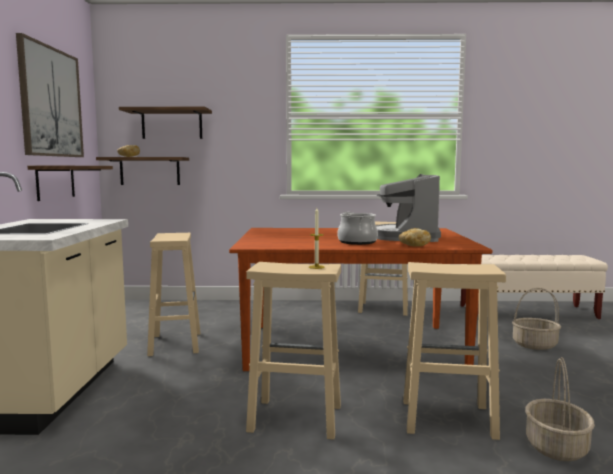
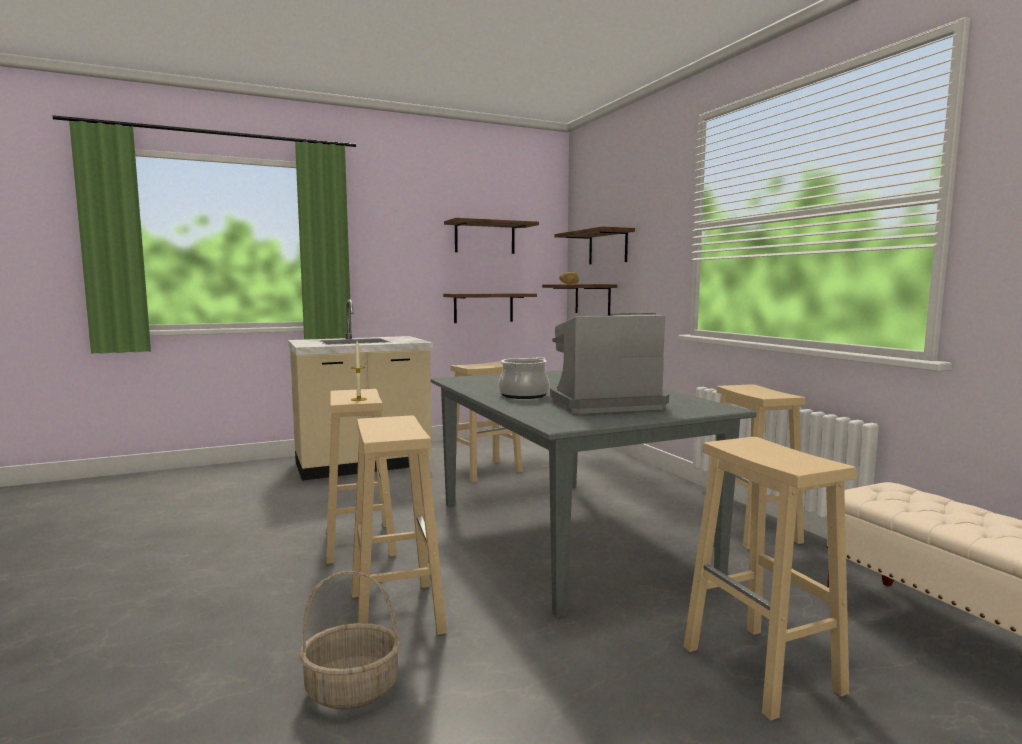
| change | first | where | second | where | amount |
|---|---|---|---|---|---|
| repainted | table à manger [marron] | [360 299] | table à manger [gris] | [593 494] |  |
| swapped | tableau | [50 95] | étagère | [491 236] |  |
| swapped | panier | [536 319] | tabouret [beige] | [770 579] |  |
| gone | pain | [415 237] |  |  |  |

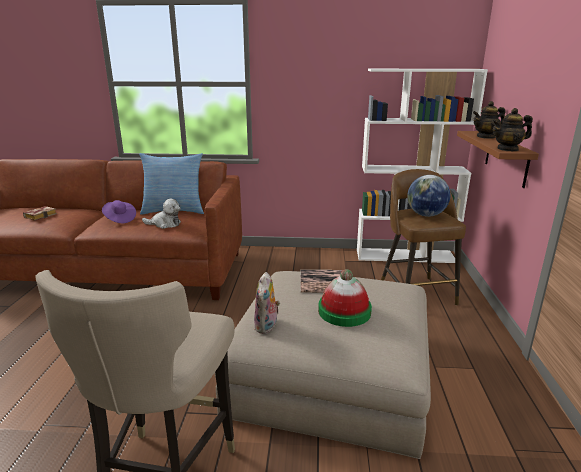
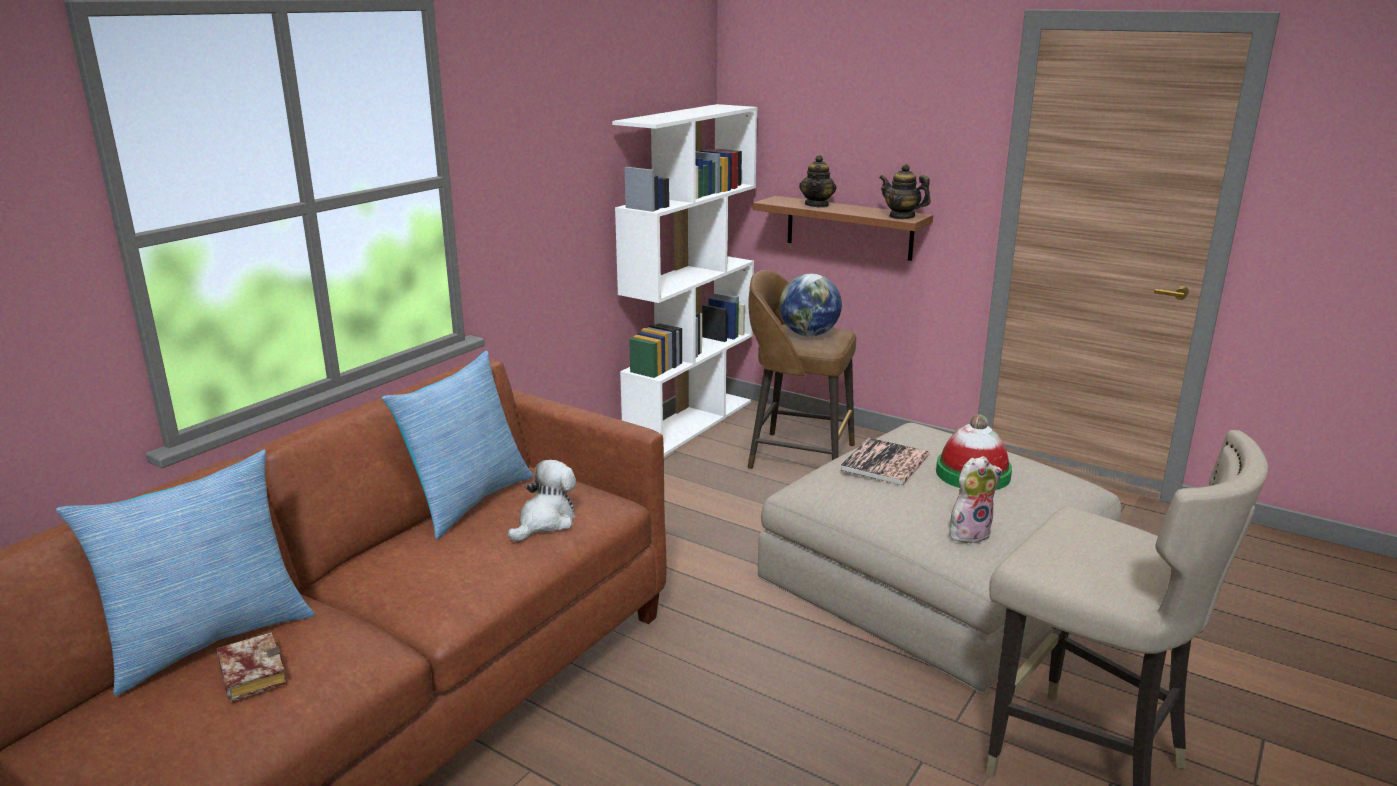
| change | first | where | second | where | amount |
|---|---|---|---|---|---|
| new |  |  | coussin | [185 573] |  |
| rotated | théière | [512 129] |  | [905 191] | 105 degrees clockwise |
| rotated | peluche | [267 303] |  | [975 500] | 60 degrees counterclockwise |
| gone | chapeau [violet] | [119 211] |  |  |  |

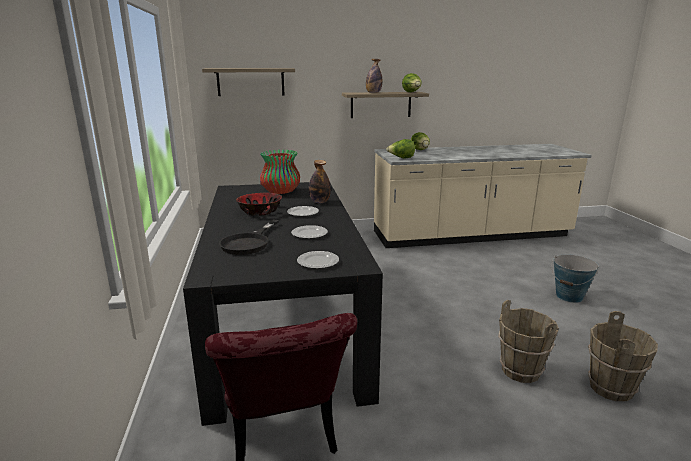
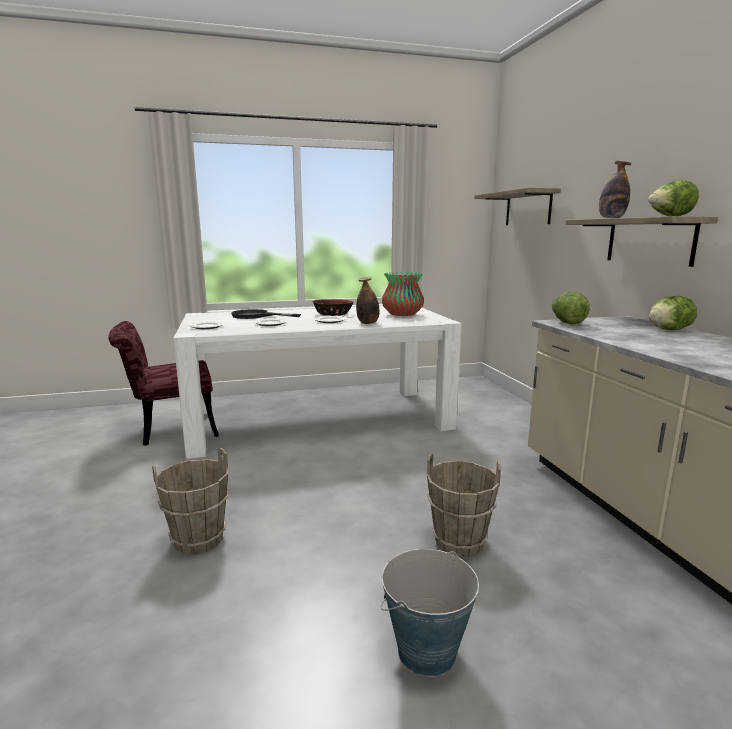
| change | first | where | second | where | amount |
|---|---|---|---|---|---|
| repainted | table à manger [noir] | [283 304] | table à manger [blanc] | [317 382] |  |
| shifted | seau [marron] | [623 356] |  | [464 505] |  |

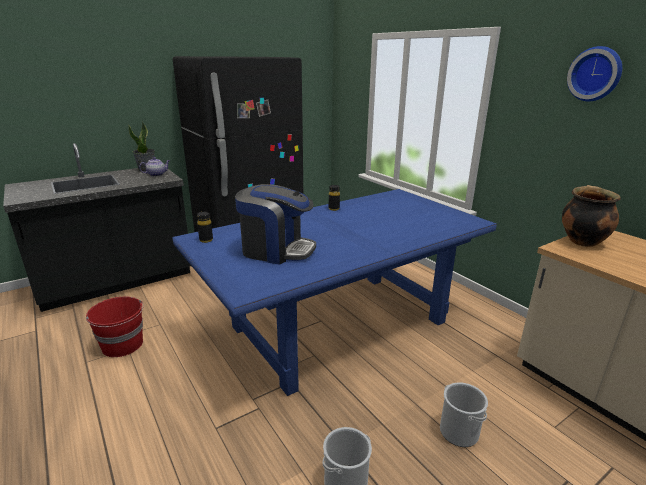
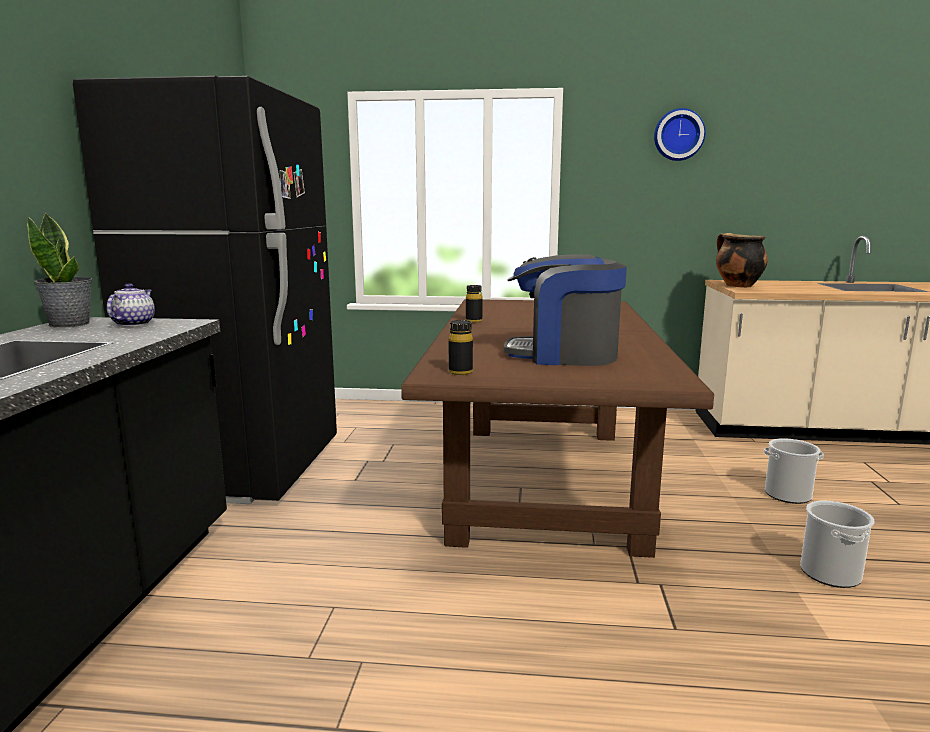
| change | first | where | second | where | amount |
|---|---|---|---|---|---|
| repainted | table à manger [bleu] | [335 292] | table à manger [marron] | [557 428] |  |
| rotated | machine à café | [275 224] |  | [565 310] | 135 degrees counterclockwise |
| gone | seau [rouge] | [115 326] |  |  |  |

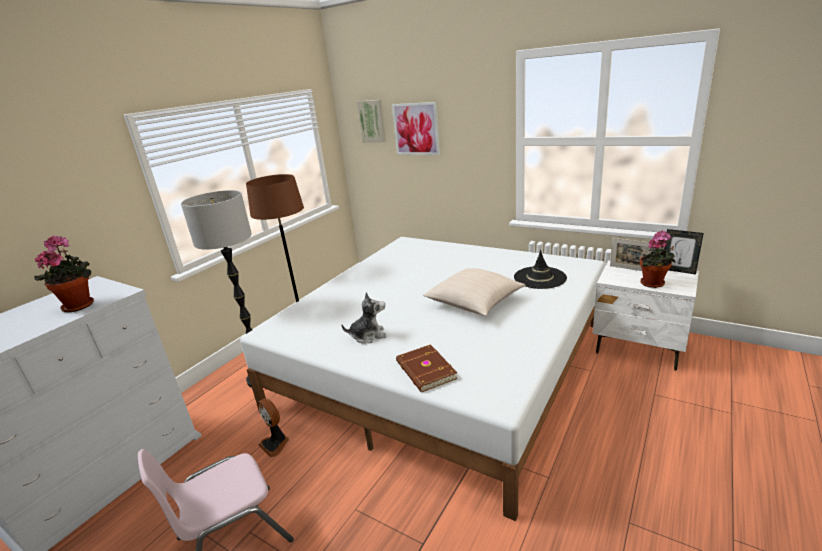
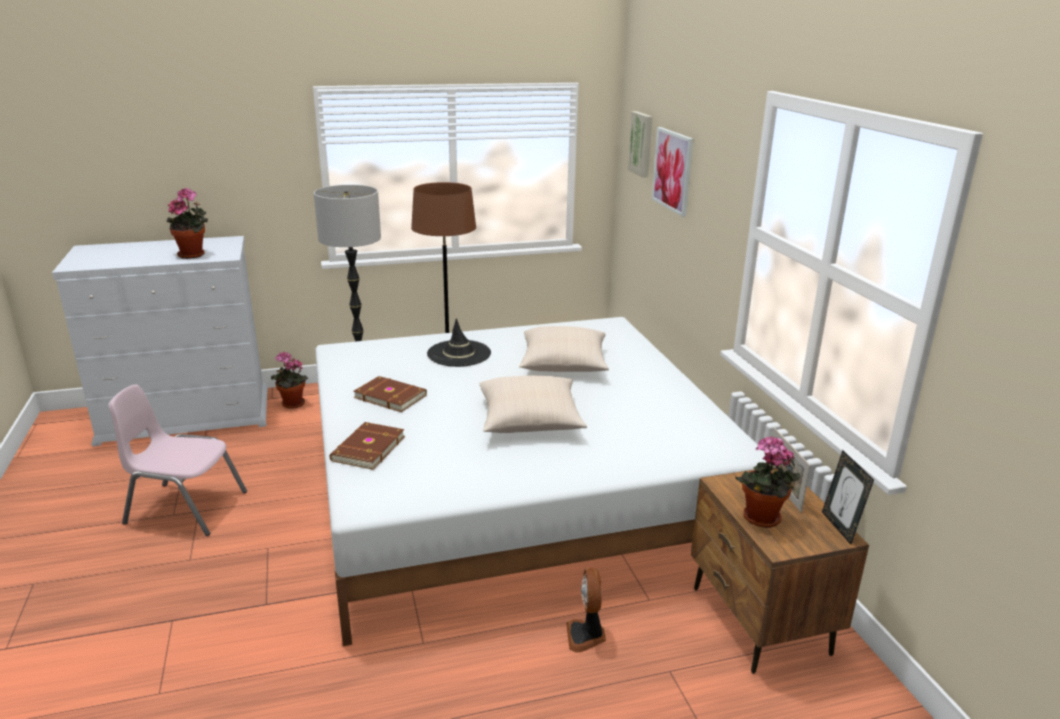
| change | first | where | second | where | amount |
|---|---|---|---|---|---|
| new |  |  | plante en pot | [289 380] |  |
| swapped | peluche | [364 317] | livre [marron] | [390 394] |  |
| shifted | chapeau [noir] | [540 269] |  | [459 342] |  |
| new |  |  | coussin [beige] | [564 349] |  |
| shifted | ventilateur | [273 427] |  | [586 610] |  |
| repainted | table de chevet [blanc] | [646 315] | table de chevet [marron] | [780 572] |  |

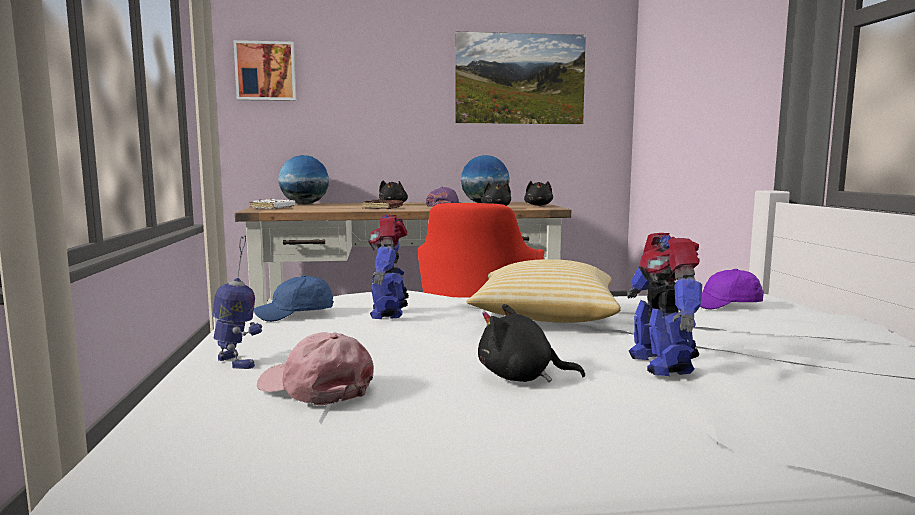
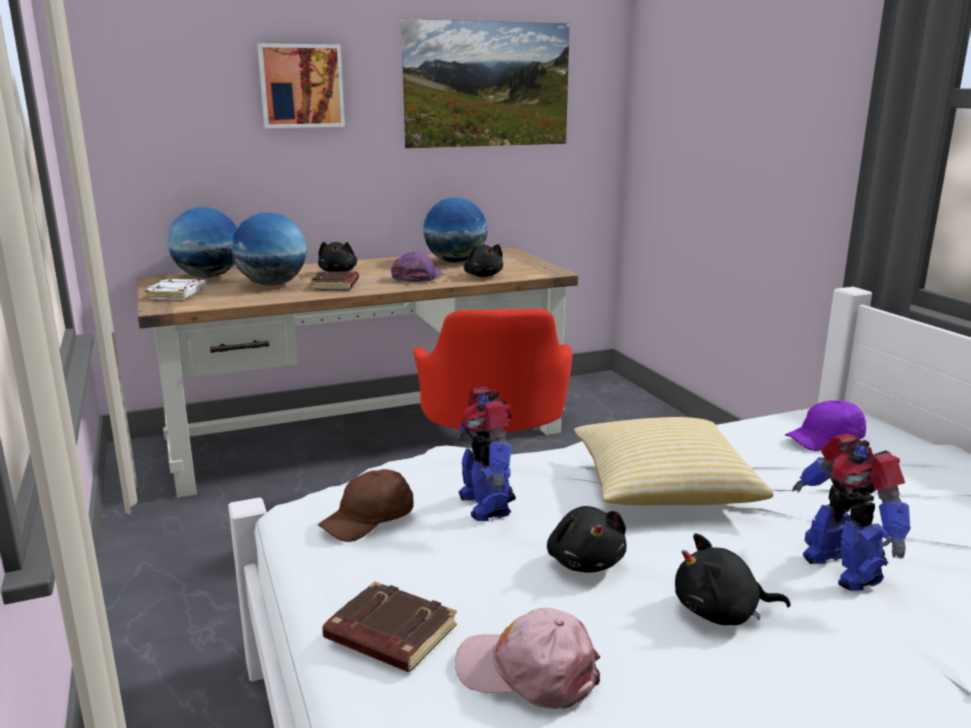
| change | first | where | second | where | amount |
|---|---|---|---|---|---|
| new |  |  | globe | [269 249] |  |
| shifted | tableau | [264 70] |  | [301 85] |  |
| repainted | casquette [bleu] | [294 298] | casquette [marron] | [366 505] |  |
| swapped | robot jouet | [237 302] | livre [marron] | [389 626] |  |
| shifted | peluche [noir] | [538 193] |  | [587 539] |  |

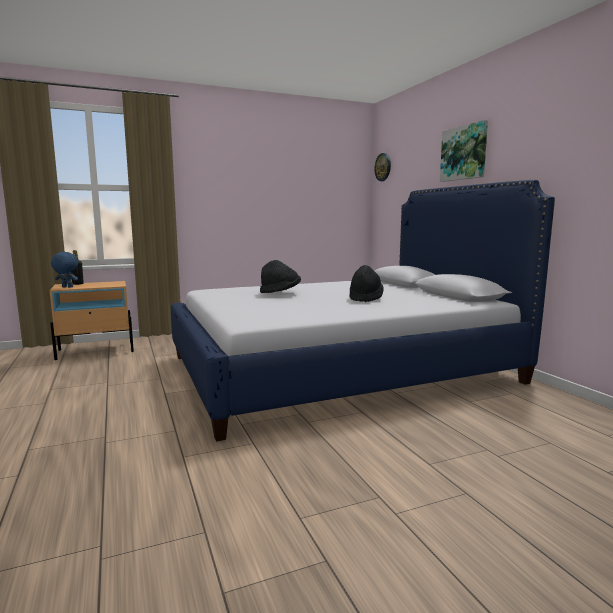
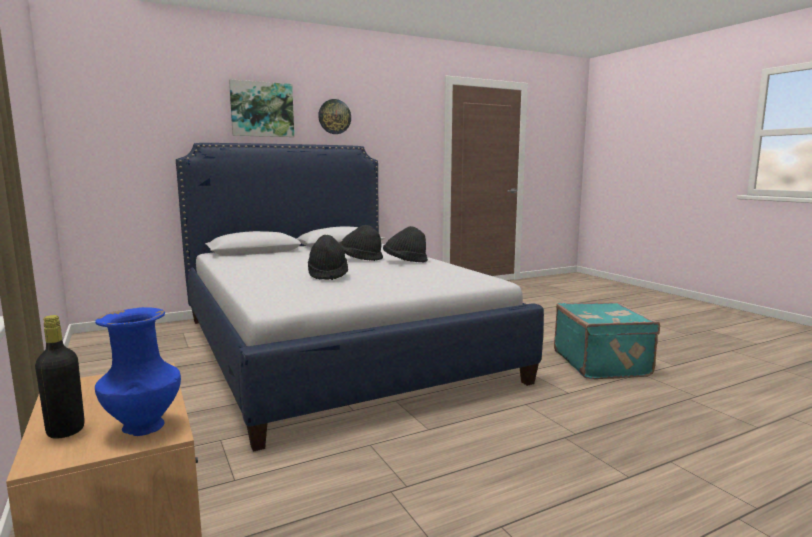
| change | first | where | second | where | amount |
|---|---|---|---|---|---|
| swapped | peluche [bleu] | [64 270] | vase [bleu] | [138 371] |  |
| shifted | horloge murale | [382 167] |  | [334 116] |  |
| new |  |  | chapeau [noir] | [405 244] |  |
| new |  |  | valise [turquoise] | [607 340] |  |

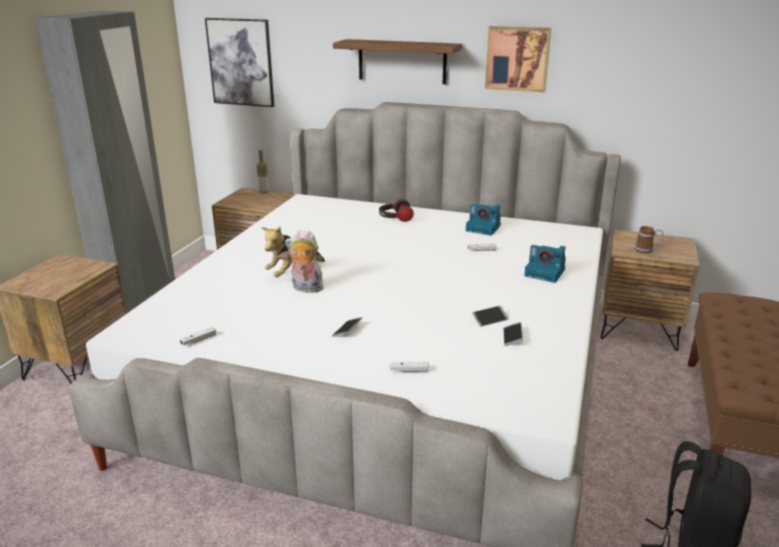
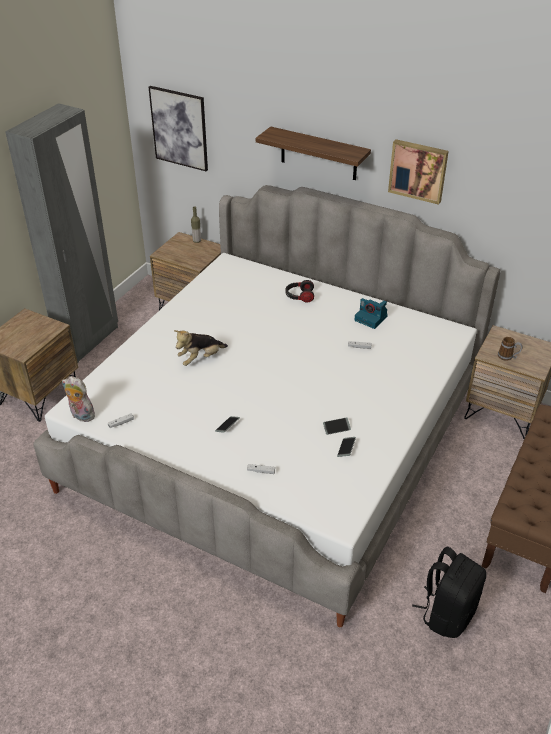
| change | first | where | second | where | amount |
|---|---|---|---|---|---|
| shifted | peluche | [304 261] |  | [78 399] |  |
| gone | appareil photo | [545 264] |  |  |  |

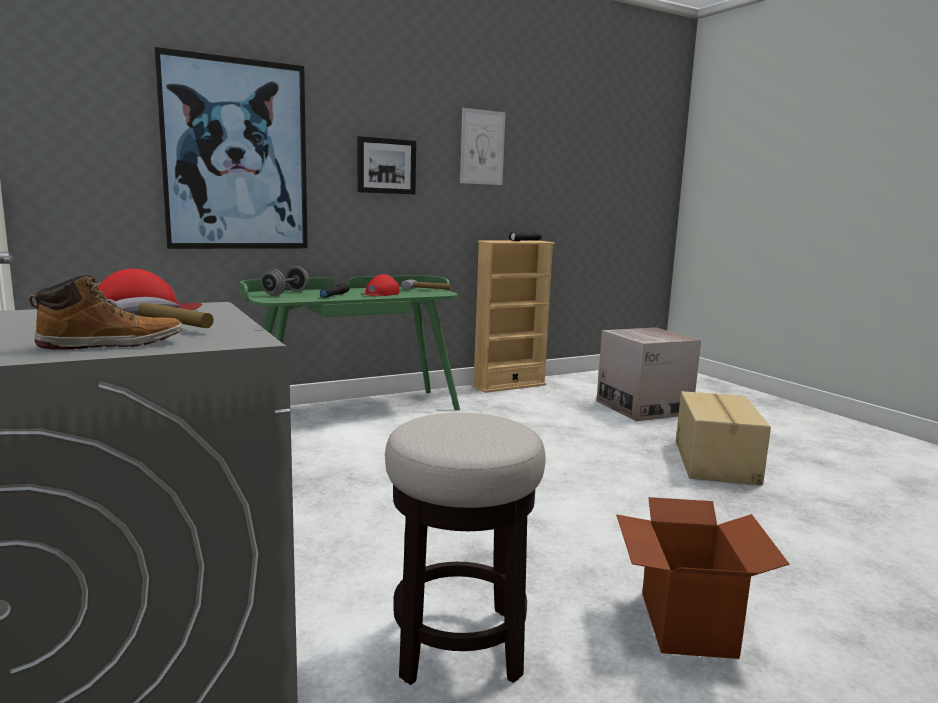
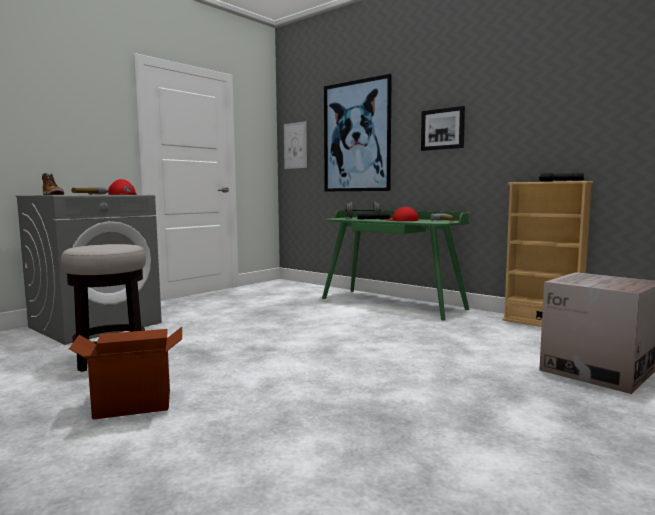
| change | first | where | second | where | amount |
|---|---|---|---|---|---|
| shifted | tableau | [482 146] |  | [295 145] |  |
| gone | carton | [723 438] |  |  |  |

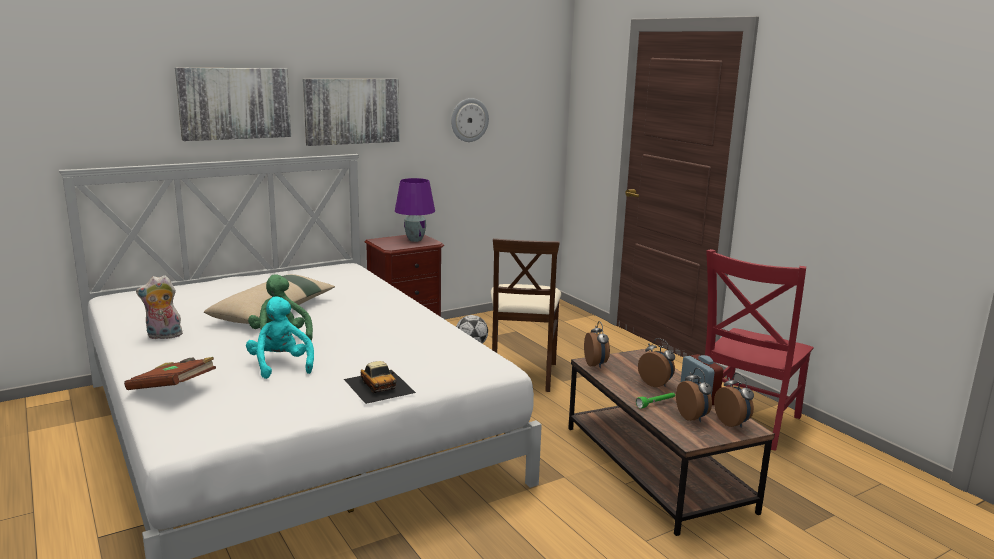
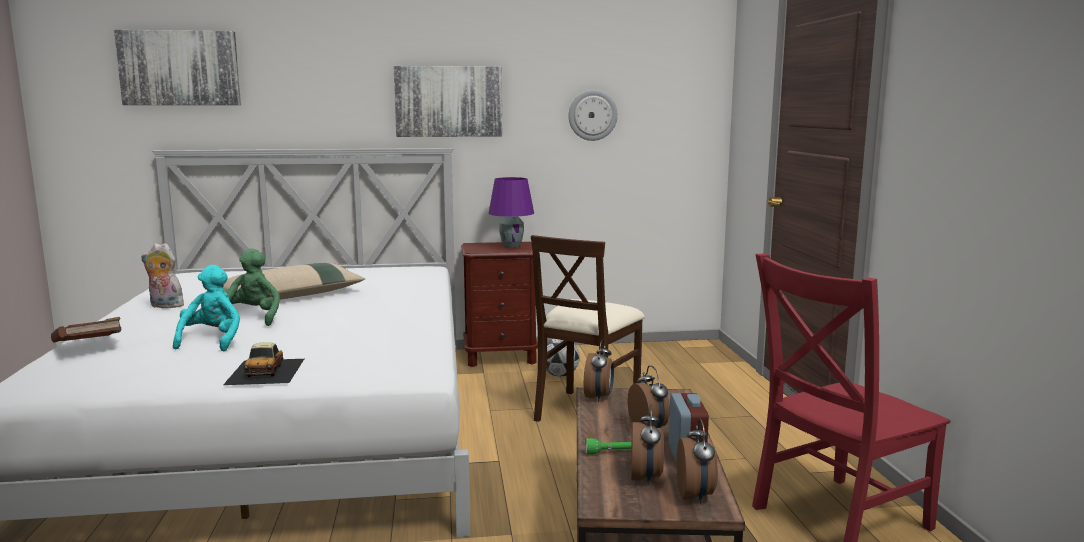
| change | first | where | second | where | amount |
|---|---|---|---|---|---|
| shifted | tableau | [233 104] |  | [177 67] |  |

